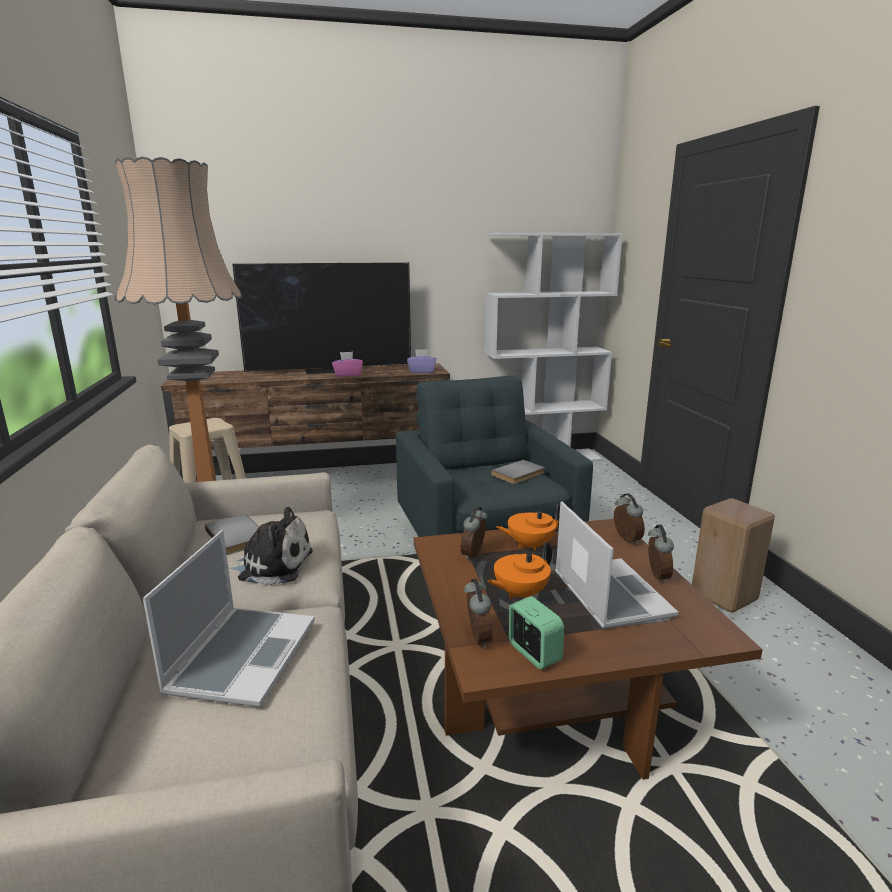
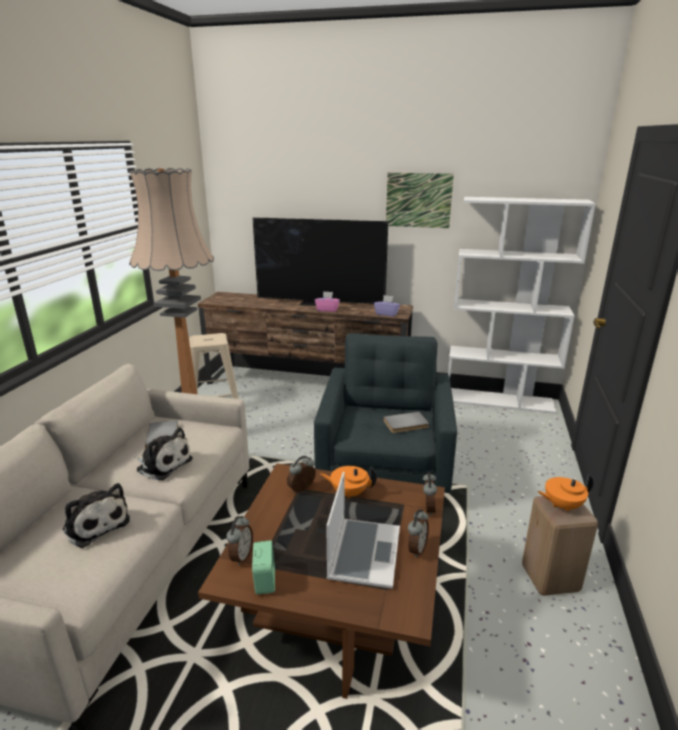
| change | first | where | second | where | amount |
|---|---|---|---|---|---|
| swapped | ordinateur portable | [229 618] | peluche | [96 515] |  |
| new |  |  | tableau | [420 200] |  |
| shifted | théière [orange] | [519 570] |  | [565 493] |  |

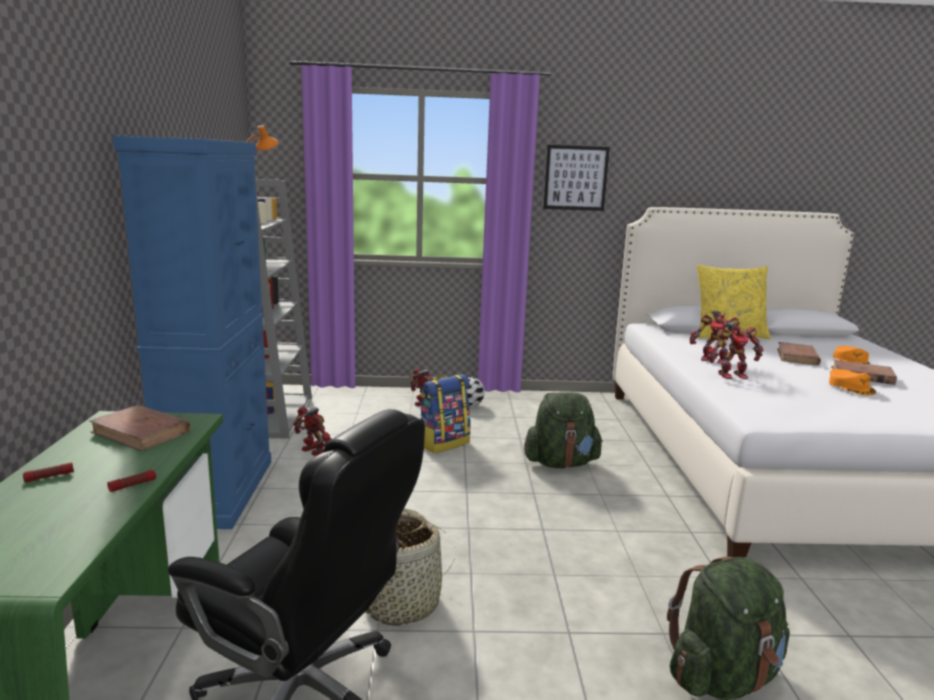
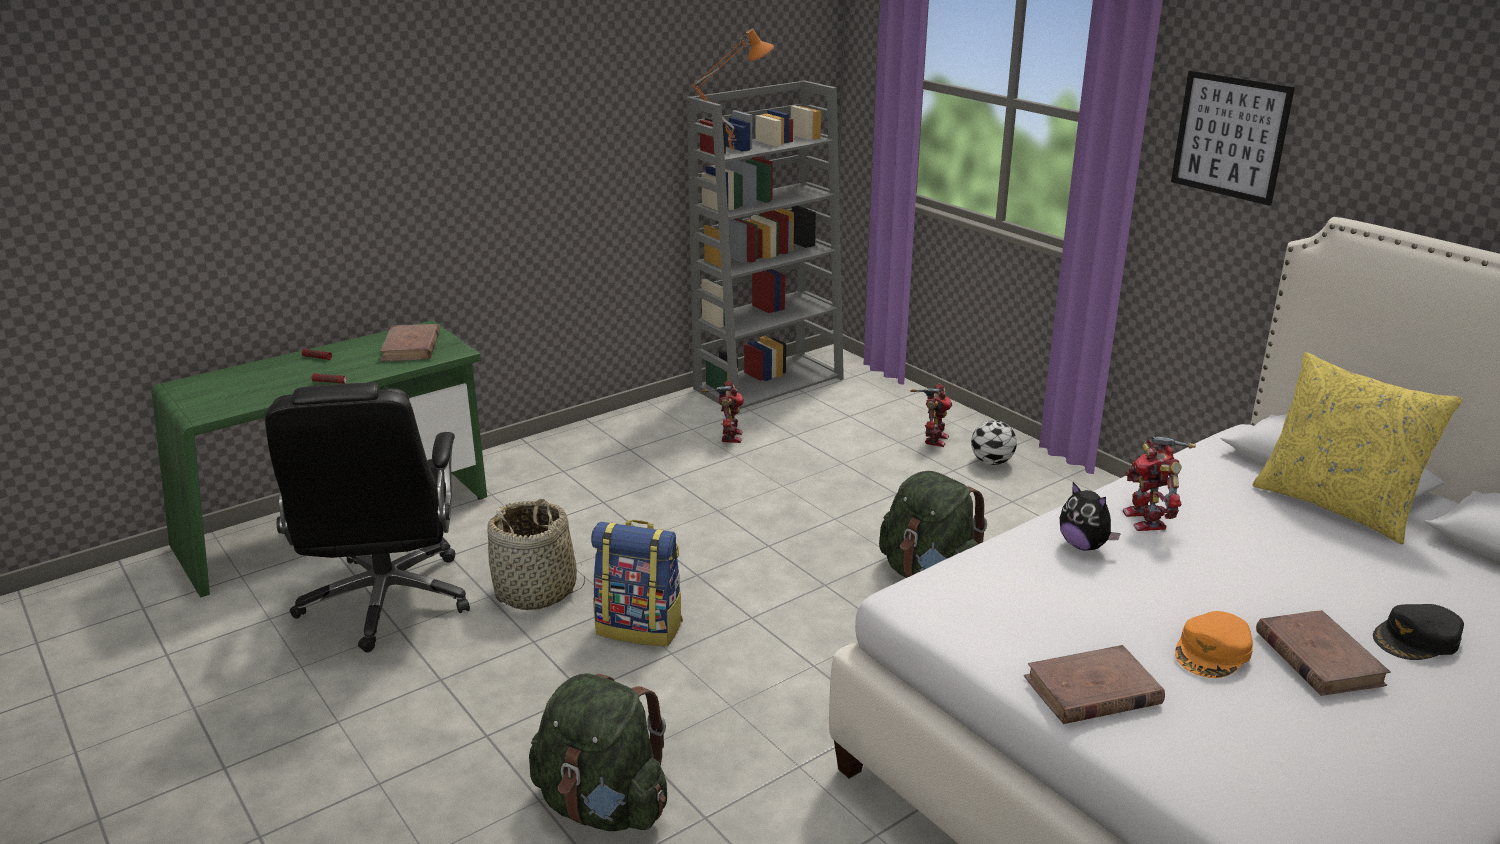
| change | first | where | second | where | amount |
|---|---|---|---|---|---|
| shifted | sac à dos | [446 413] |  | [637 583] |  |
| shifted | livre [marron] | [799 353] |  | [1094 684] |  |
| swapped | robot jouet | [735 351] | peluche | [1090 516] |  |
| repainted | casquette [orange] | [851 355] | casquette [noir] | [1418 632] |  |
| gone | meuble de rangement [bleu] | [192 332] |  |  |  |

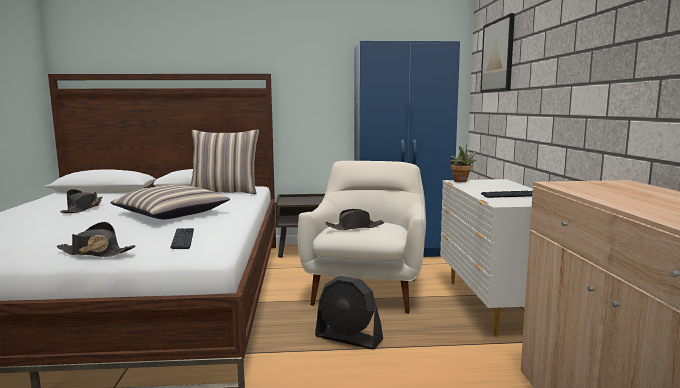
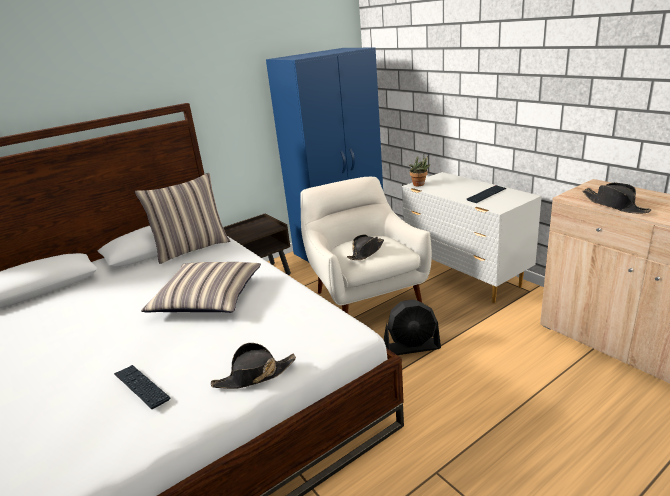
| change | first | where | second | where | amount |
|---|---|---|---|---|---|
| shifted | clavier | [182 238] |  | [142 387] |  |
| shifted | chapeau [noir] | [81 201] |  | [617 198] |  |
| gone | tableau | [497 53] |  |  |  |

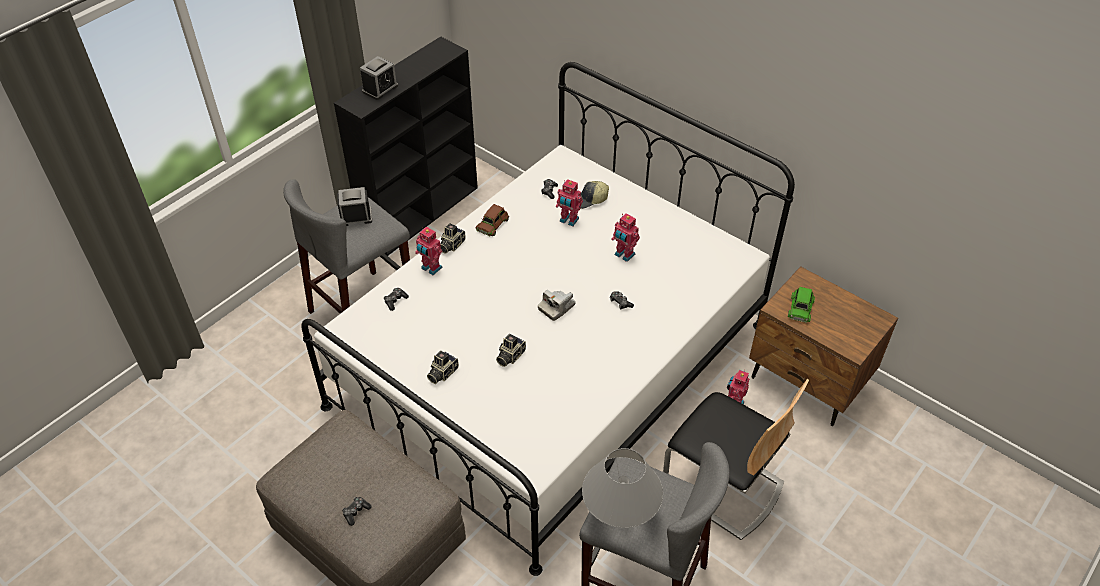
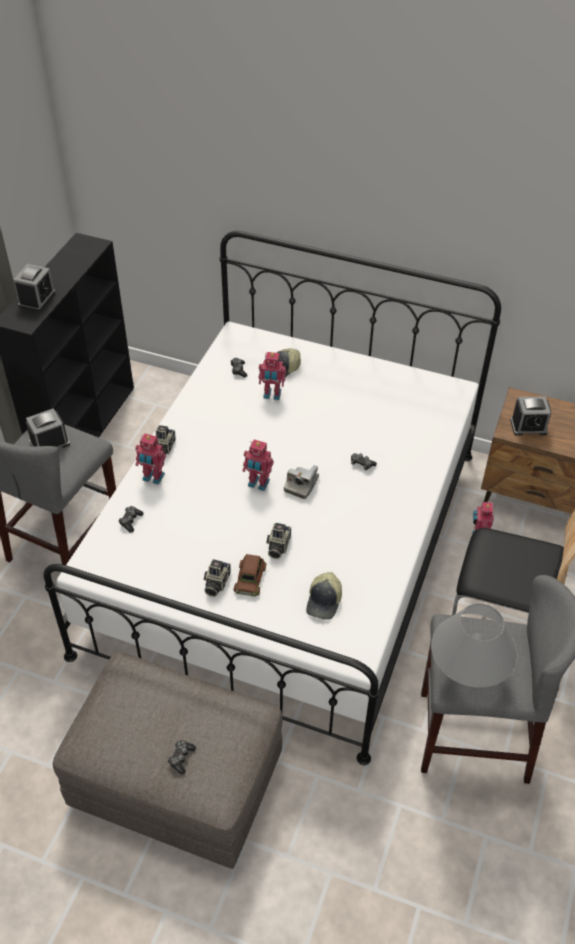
| change | first | where | second | where | amount |
|---|---|---|---|---|---|
| shifted | petite voiture [marron] | [492 220] |  | [250 575] |  |
| shifted | robot jouet | [625 237] |  | [258 465] |  |
| new |  |  | casquette | [324 596] |  |
| swapped | petite voiture [vert] | [801 305] | réveil | [530 416] |  |

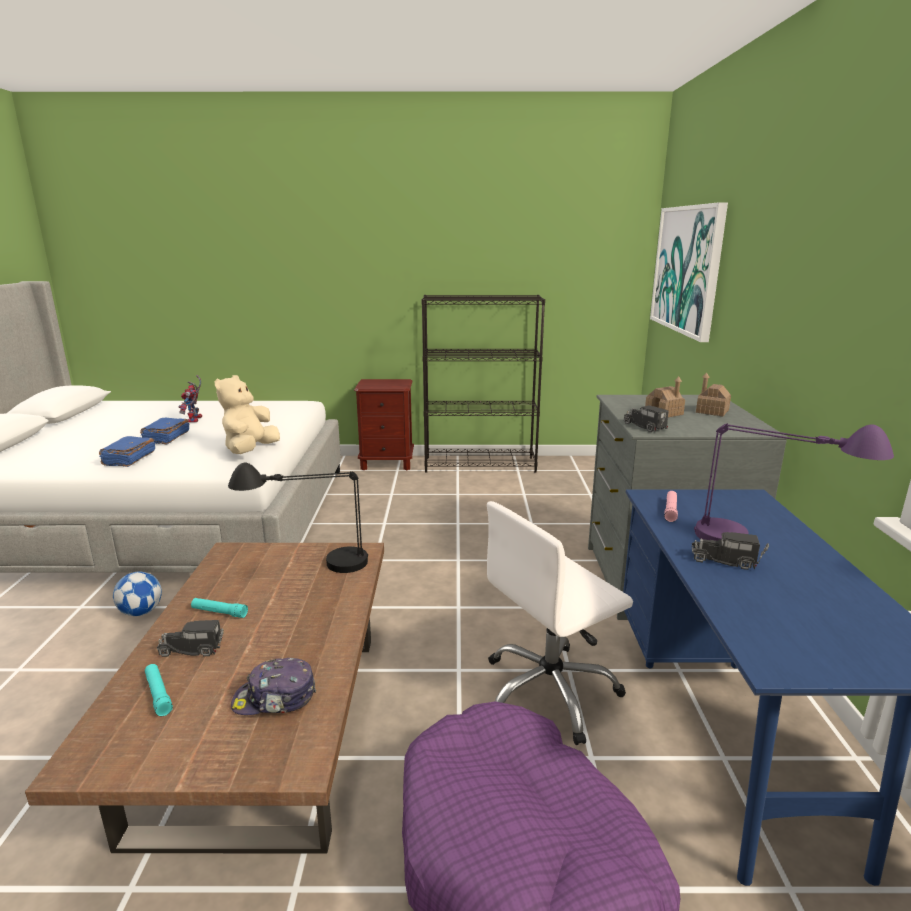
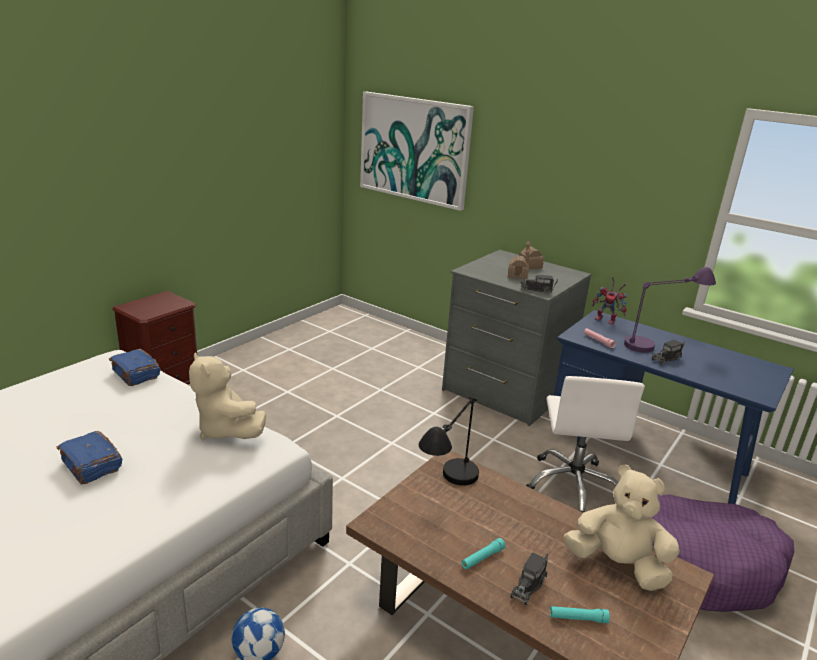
| change | first | where | second | where | amount |
|---|---|---|---|---|---|
| shifted | livre [bleu] | [127 451] |  | [135 367] |  |
| swapped | casquette | [273 686] | peluche [beige] | [622 528] |  |
| shifted | robot jouet | [190 398] |  | [610 300] |  |
| gone | bibliothèque [noir] | [483 384] |  |  |  |

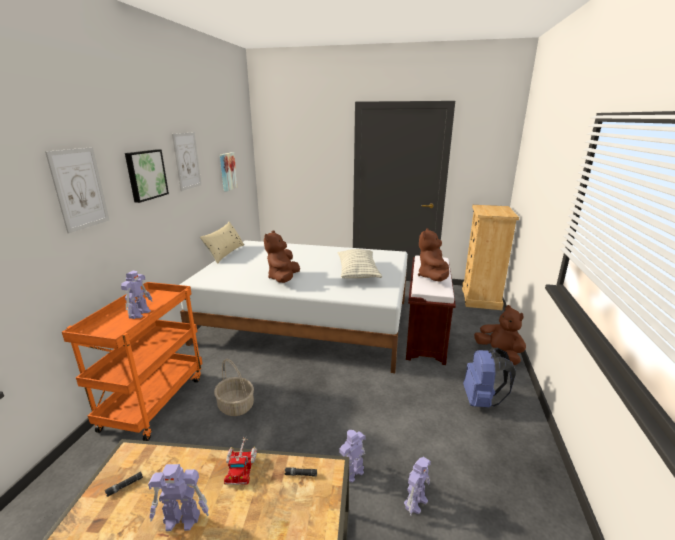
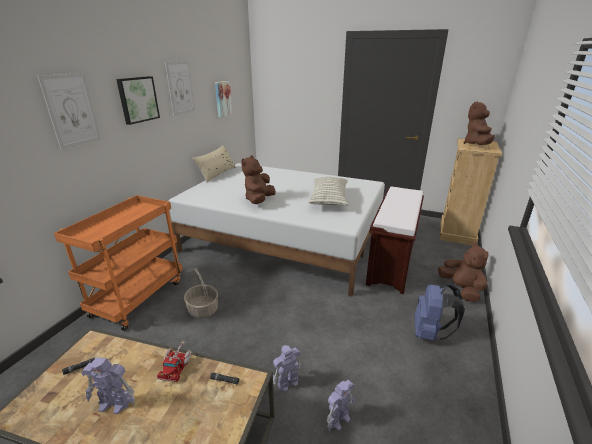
| change | first | where | second | where | amount |
|---|---|---|---|---|---|
| shifted | peluche [marron] | [433 254] |  | [479 123] |  |
| gone | robot jouet | [137 295] |  |  |  |

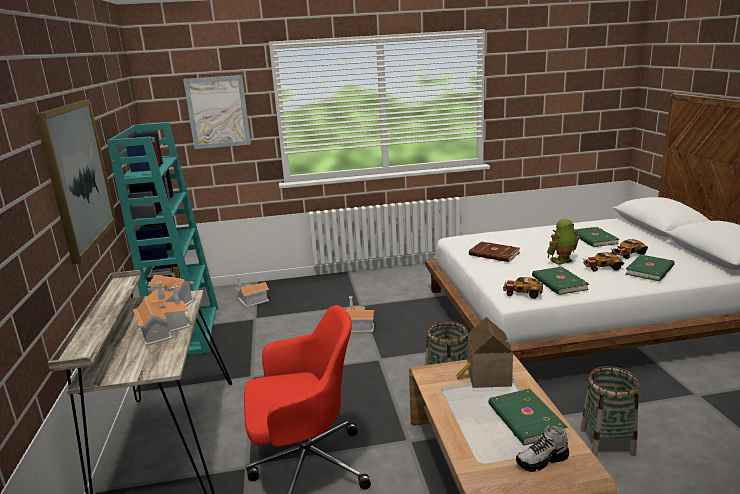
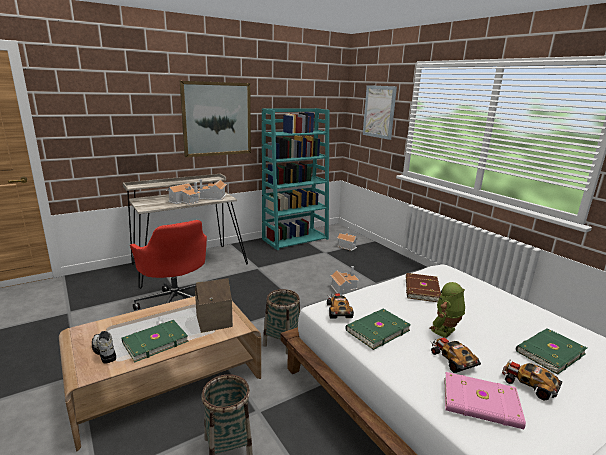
| change | first | where | second | where | amount |
|---|---|---|---|---|---|
| rotated | robot jouet | [563 242] |  | [447 310] | 90 degrees counterclockwise |
| repainted | livre [vert] | [650 267] | livre [rose] | [485 400] |  |

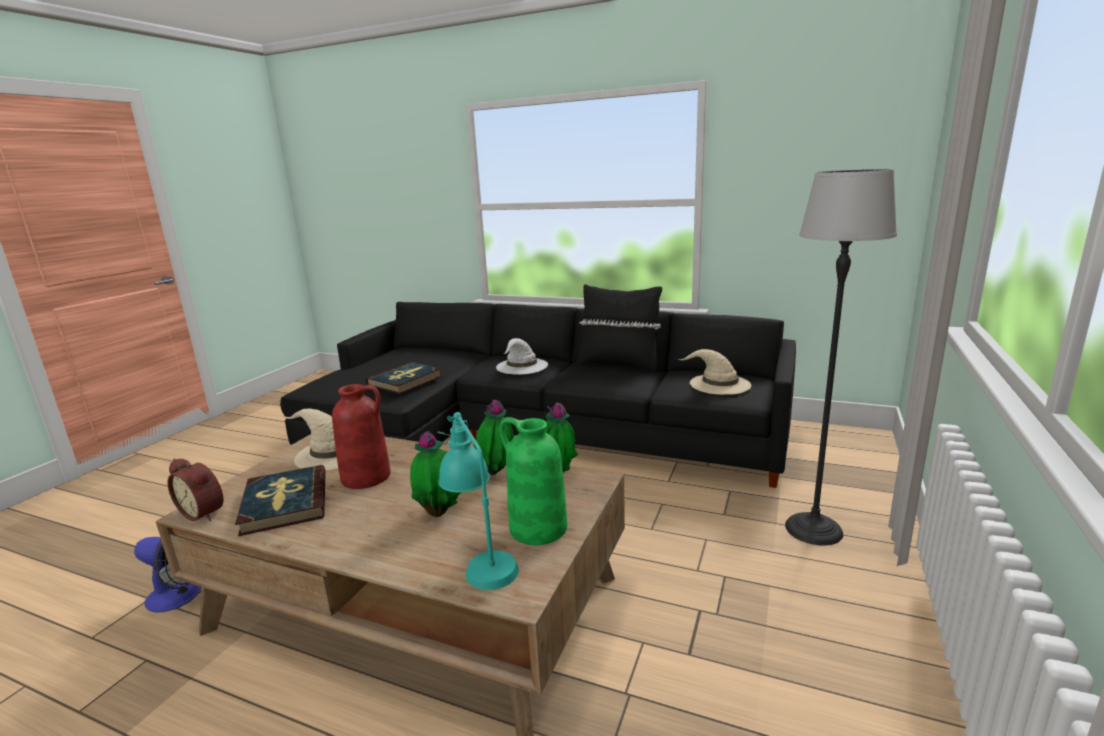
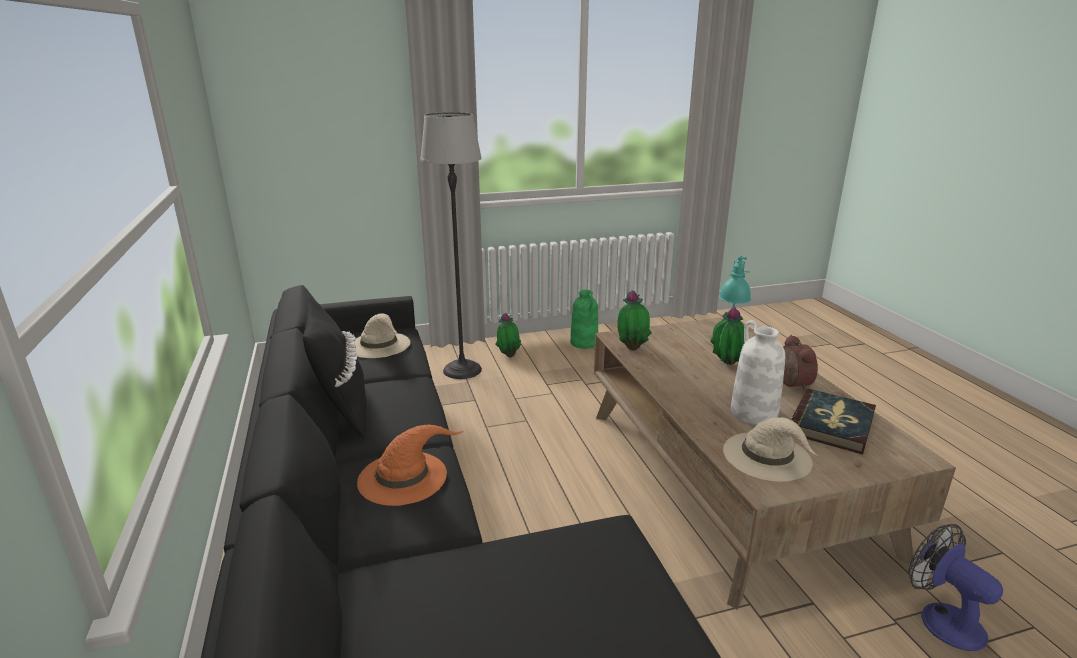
| change | first | where | second | where | amount |
|---|---|---|---|---|---|
| repainted | chapeau [blanc] | [522 356] | chapeau [orange] | [410 465] |  |
| shifted | plante en pot | [493 437] |  | [508 335] |  |
| shifted | vase [vert] | [533 481] |  | [584 319] |  |
| repainted | vase [rouge] | [361 436] | vase [blanc] | [758 372] |  |
| shifted | réveil | [195 490] |  | [800 363] |  |
| gone | livre | [404 378] |  |  |  |

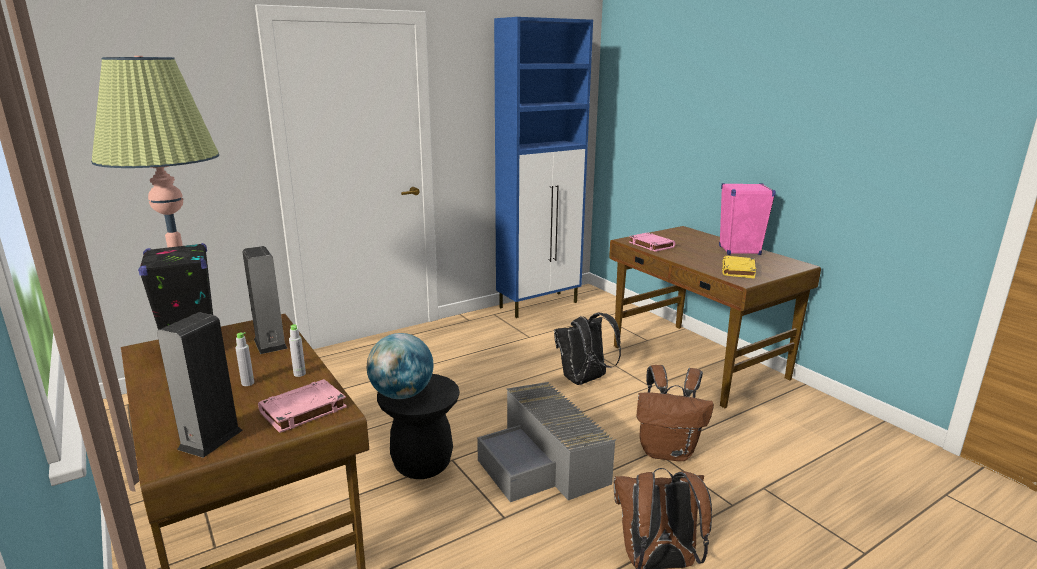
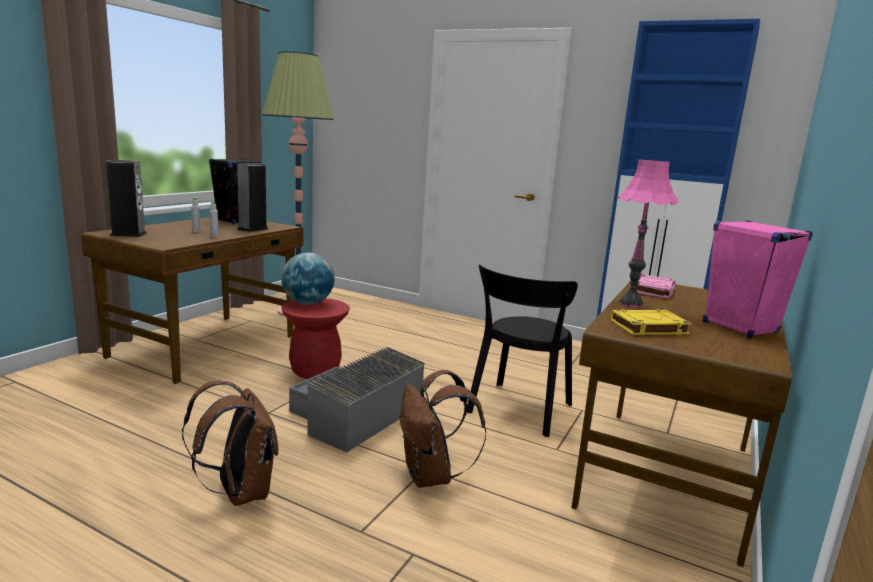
| change | first | where | second | where | amount |
|---|---|---|---|---|---|
| repainted | tabouret [noir] | [418 426] | tabouret [rouge] | [316 338] |  |
| swapped | sac à dos [noir] | [587 349] | chaise [noir] | [522 350] |  |
| new |  |  | lampe de table [rose] | [648 233] |  |
| gone | livre [rose] | [302 406] |  |  |  |

